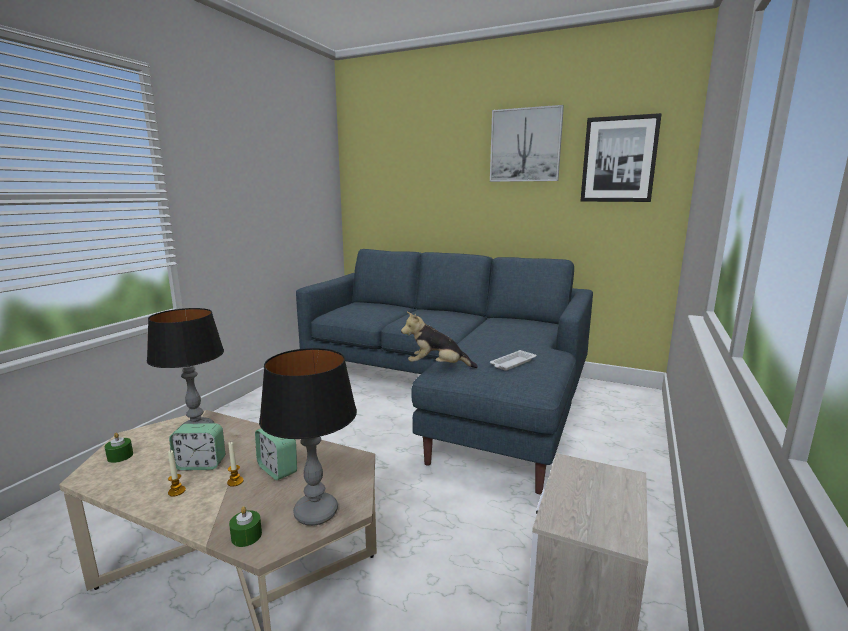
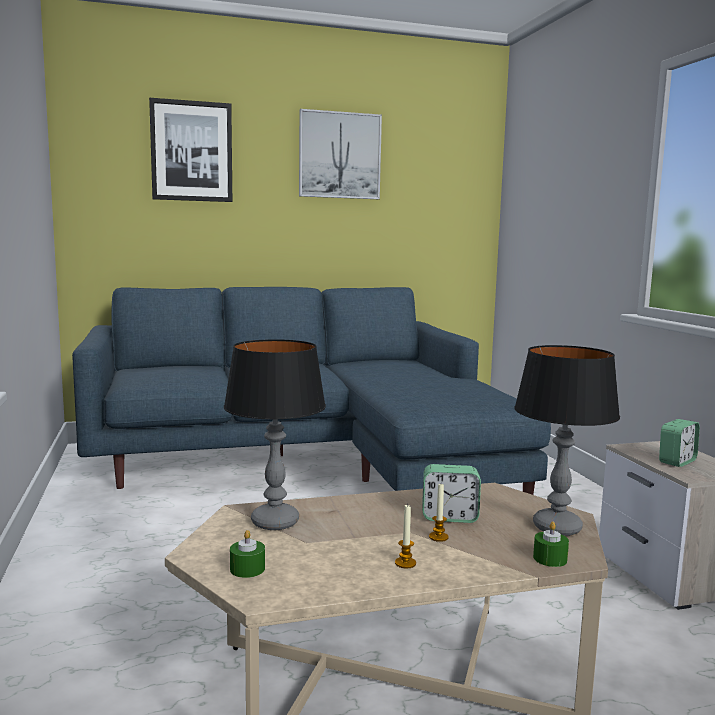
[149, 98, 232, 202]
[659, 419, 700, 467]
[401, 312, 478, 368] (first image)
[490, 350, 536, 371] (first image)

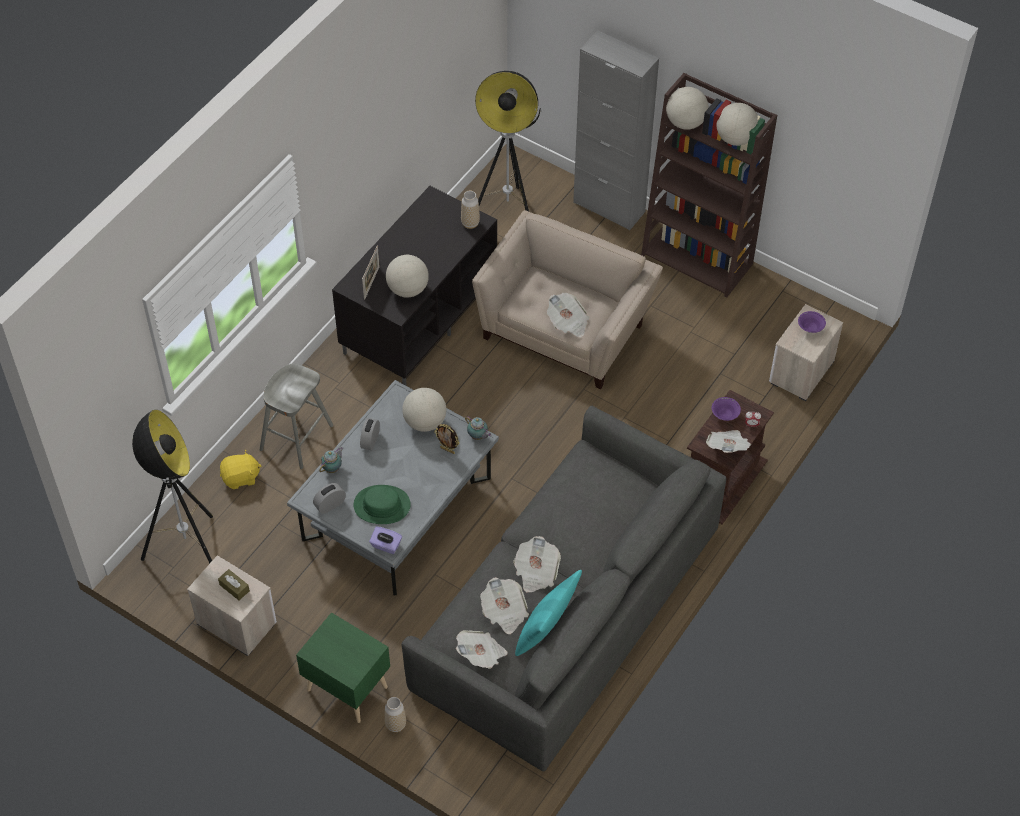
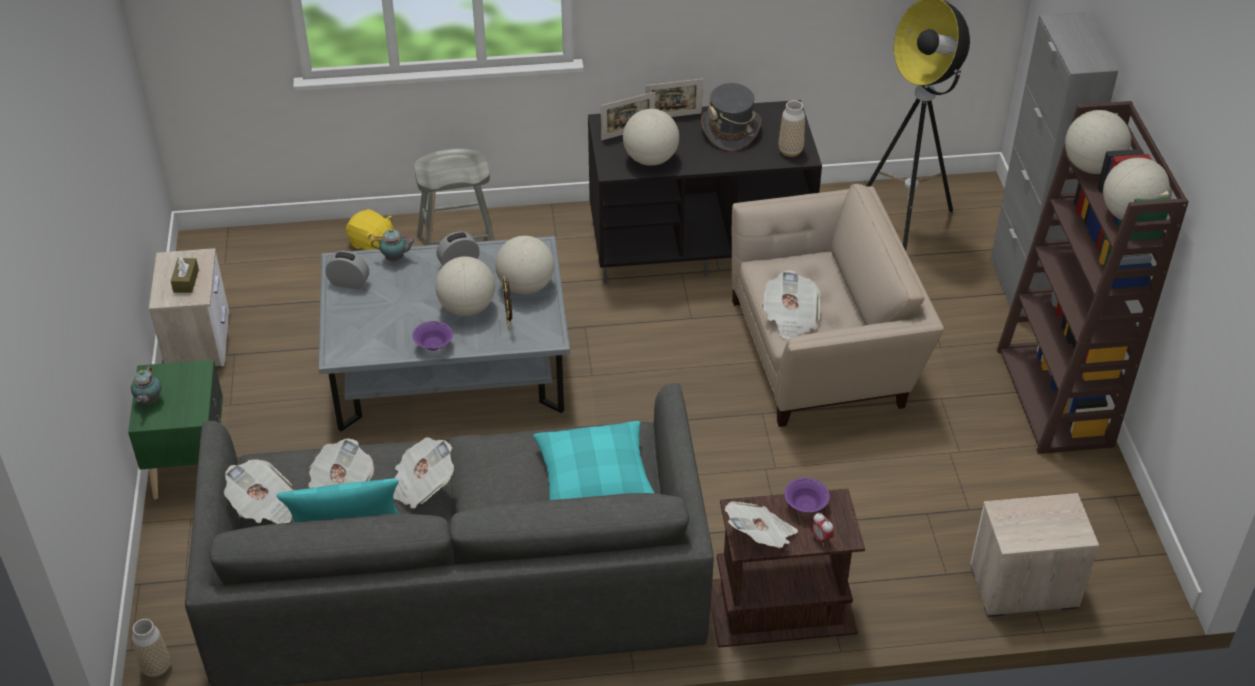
[131, 365, 162, 404]
[132, 619, 170, 677]
[413, 321, 453, 351]
[435, 256, 495, 316]
[533, 421, 654, 500]
[645, 79, 703, 117]
[701, 83, 762, 151]
[132, 410, 213, 563] (first image)
[354, 485, 411, 524] (first image)
[369, 526, 402, 554] (first image)

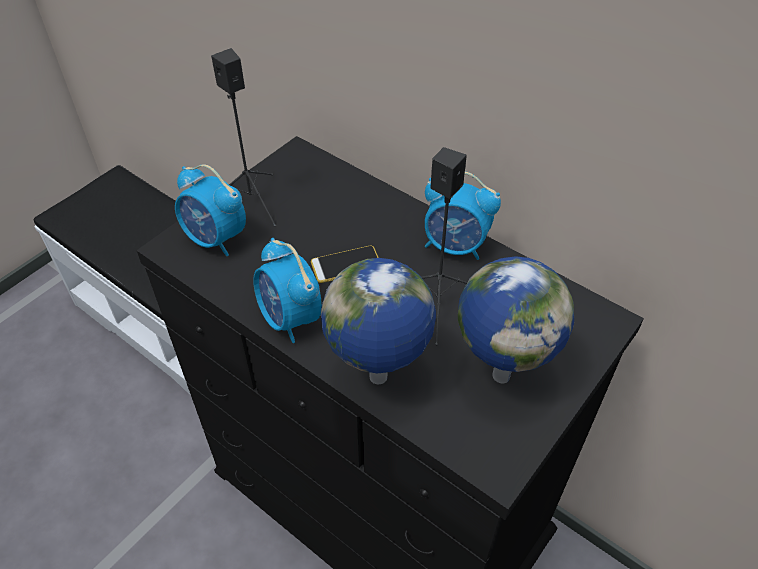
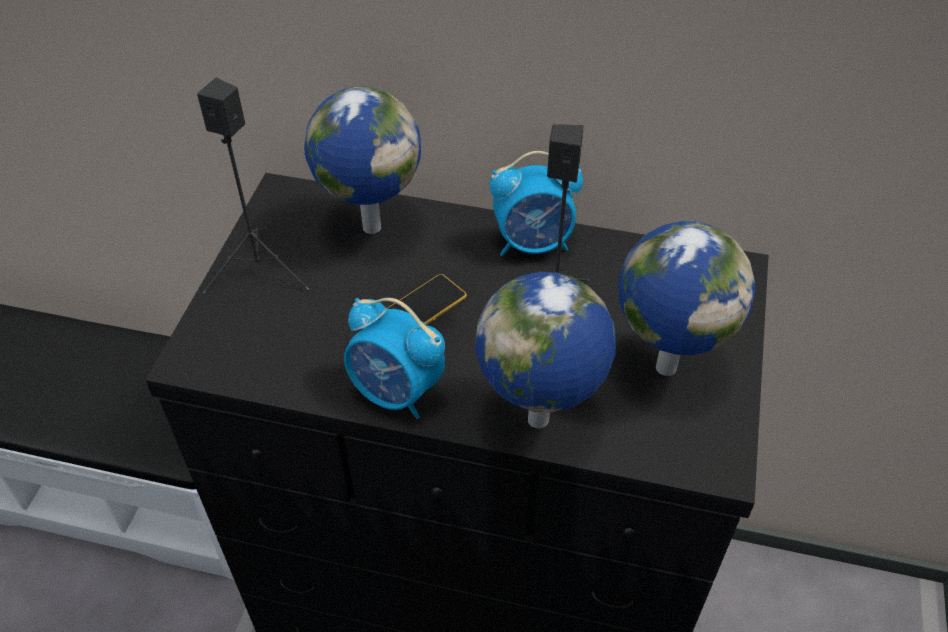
[304, 87, 421, 234]
[175, 164, 246, 256] (first image)

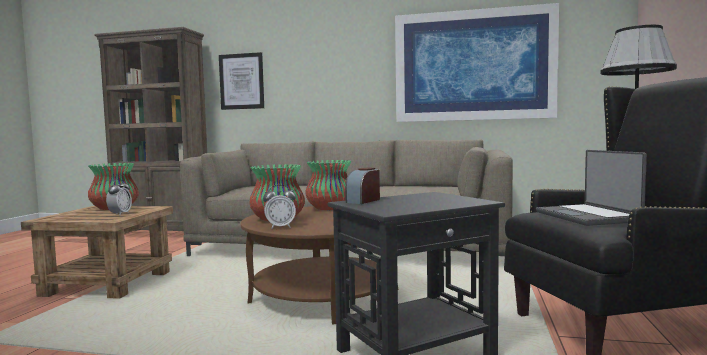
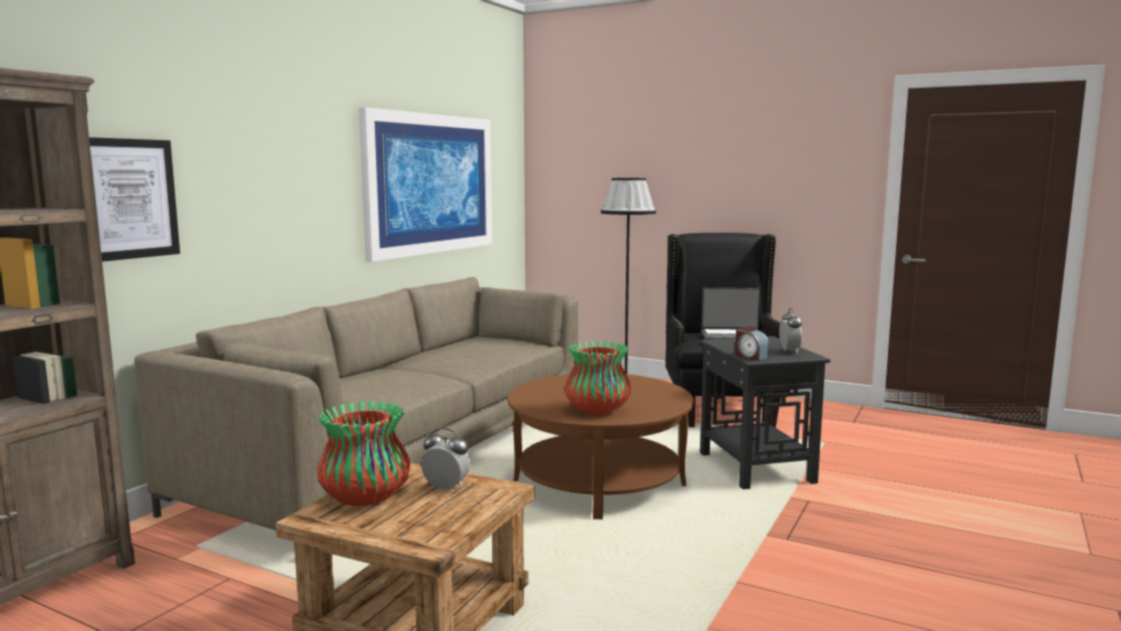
[779, 309, 802, 353]
[305, 160, 351, 210] (first image)

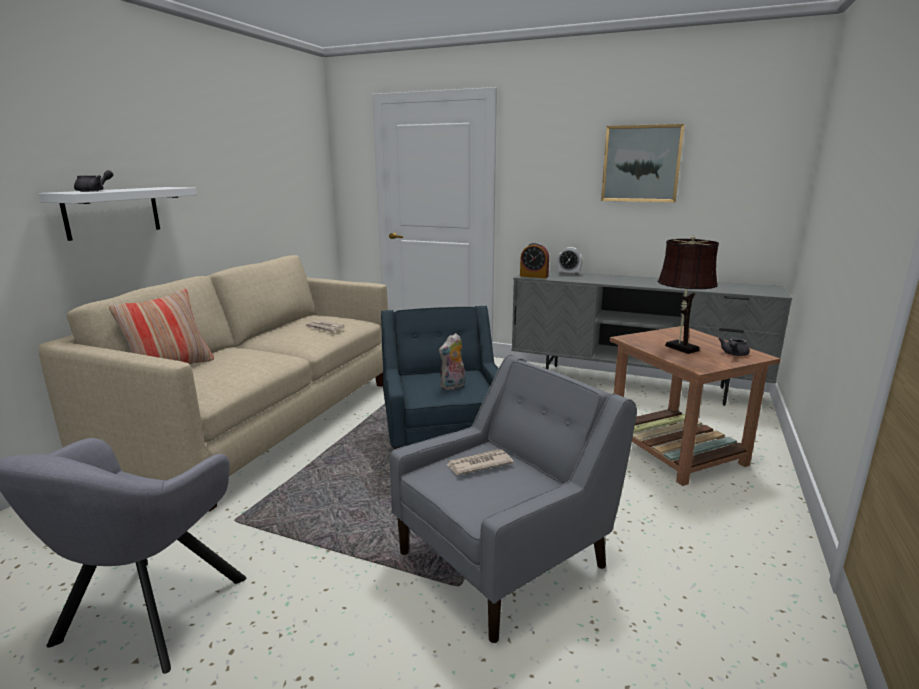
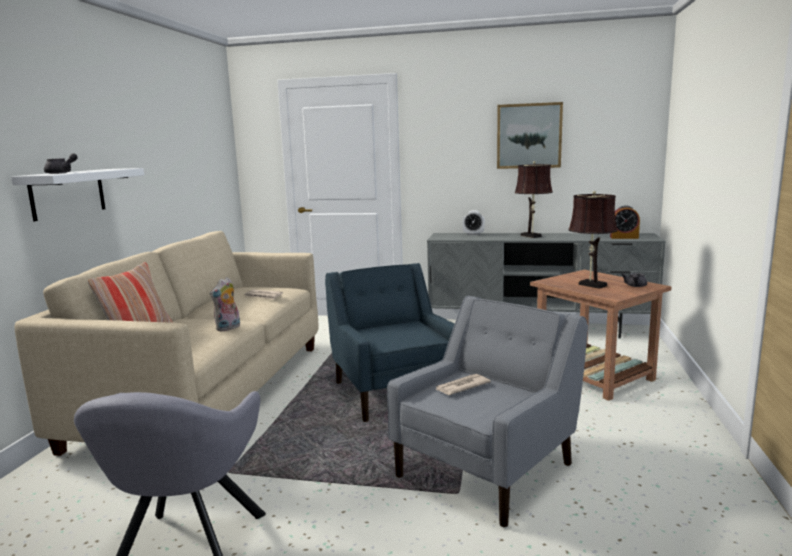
[210, 277, 240, 332]
[515, 161, 553, 238]
[610, 205, 640, 239]

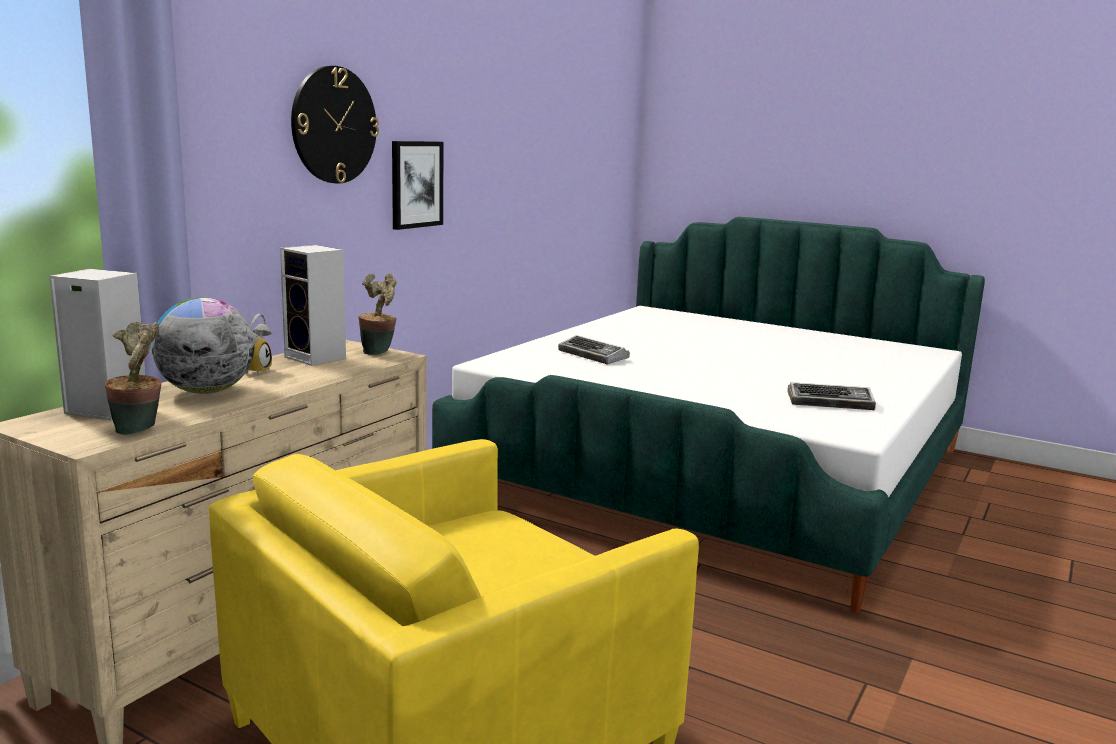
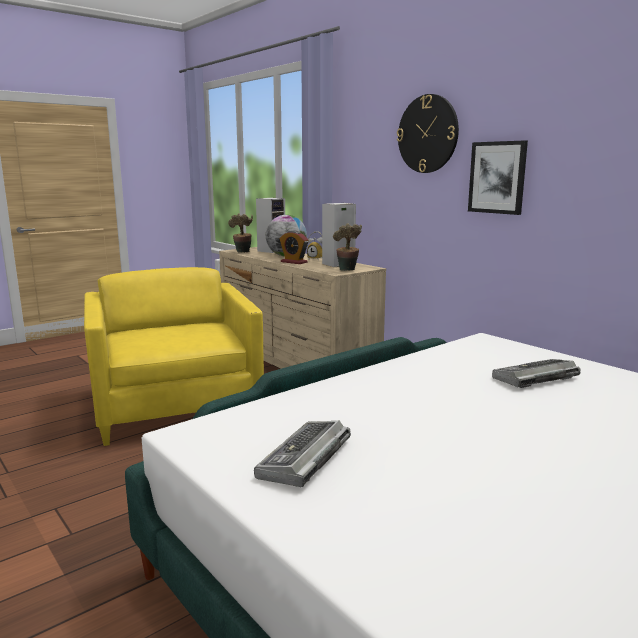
[279, 231, 309, 264]

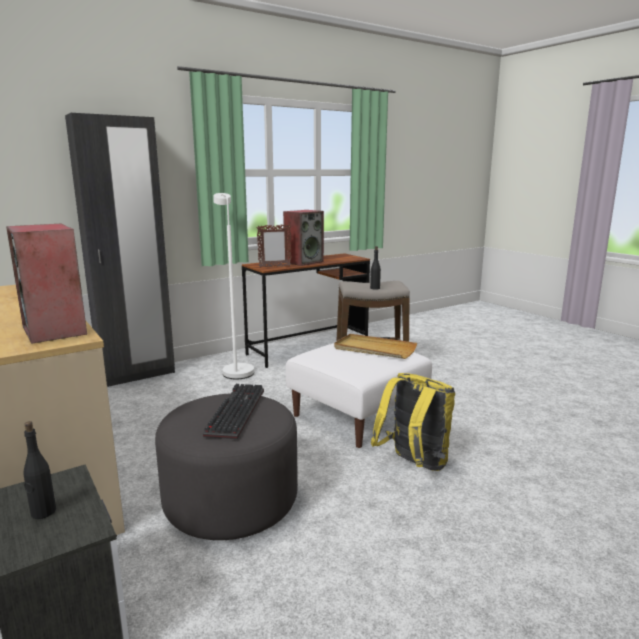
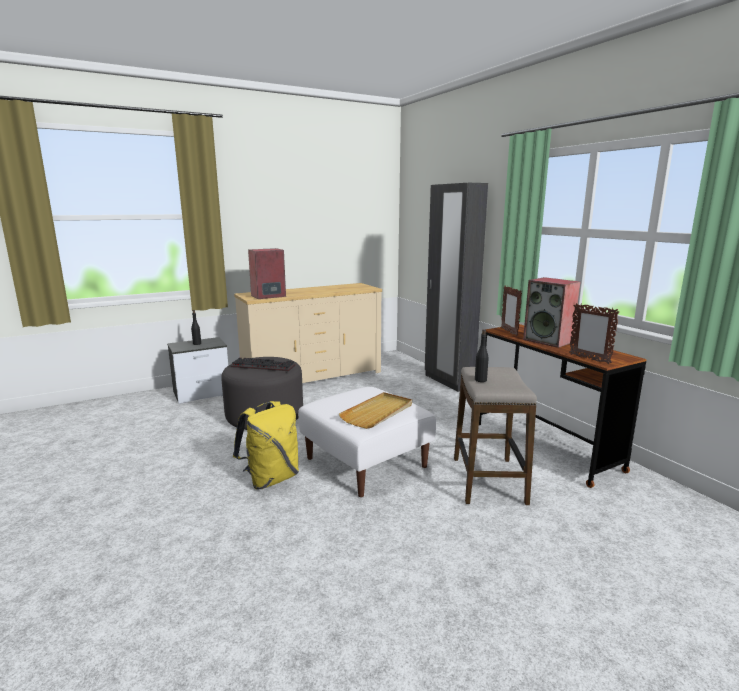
[569, 303, 619, 364]
[213, 193, 254, 379] (first image)

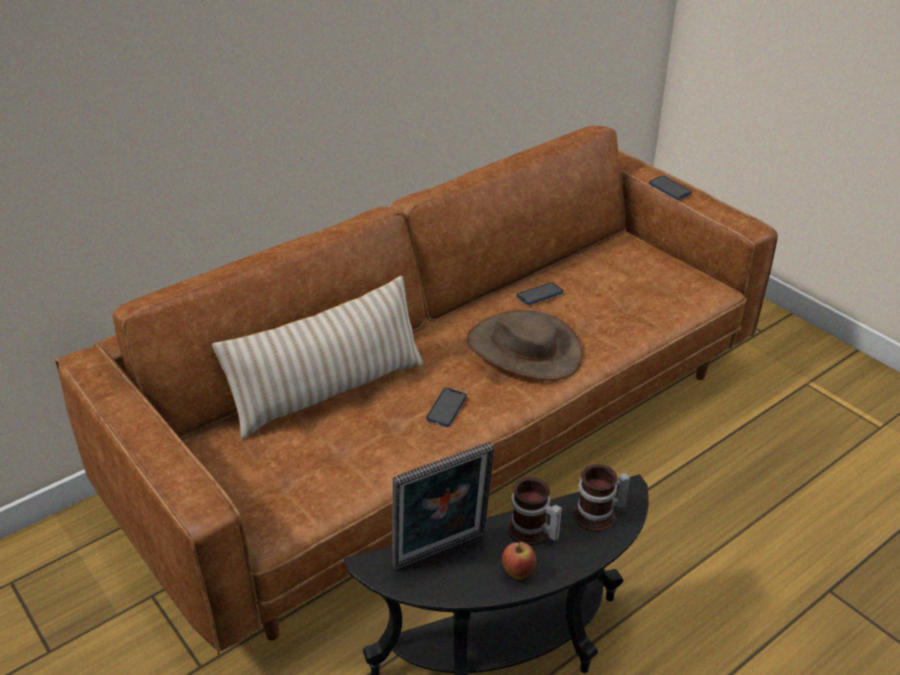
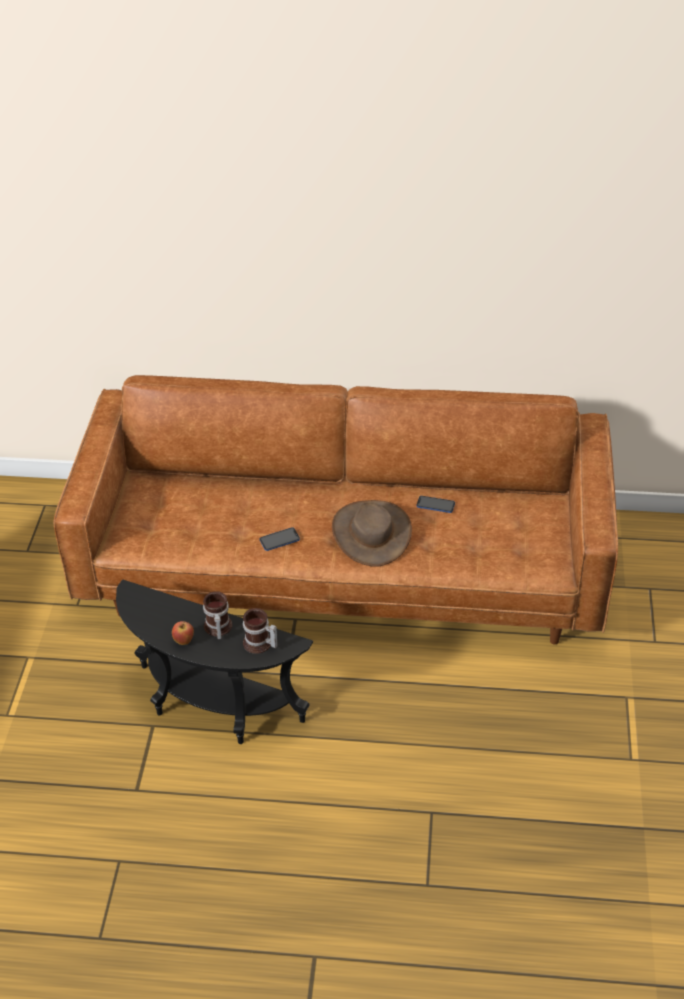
[212, 276, 424, 439] (first image)
[392, 442, 494, 570] (first image)
[649, 176, 692, 200] (first image)

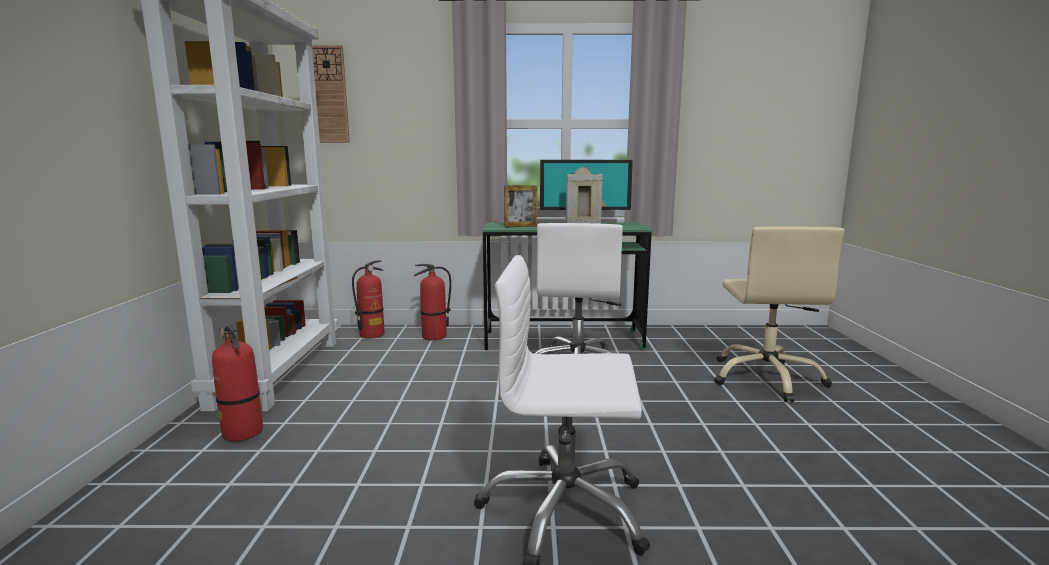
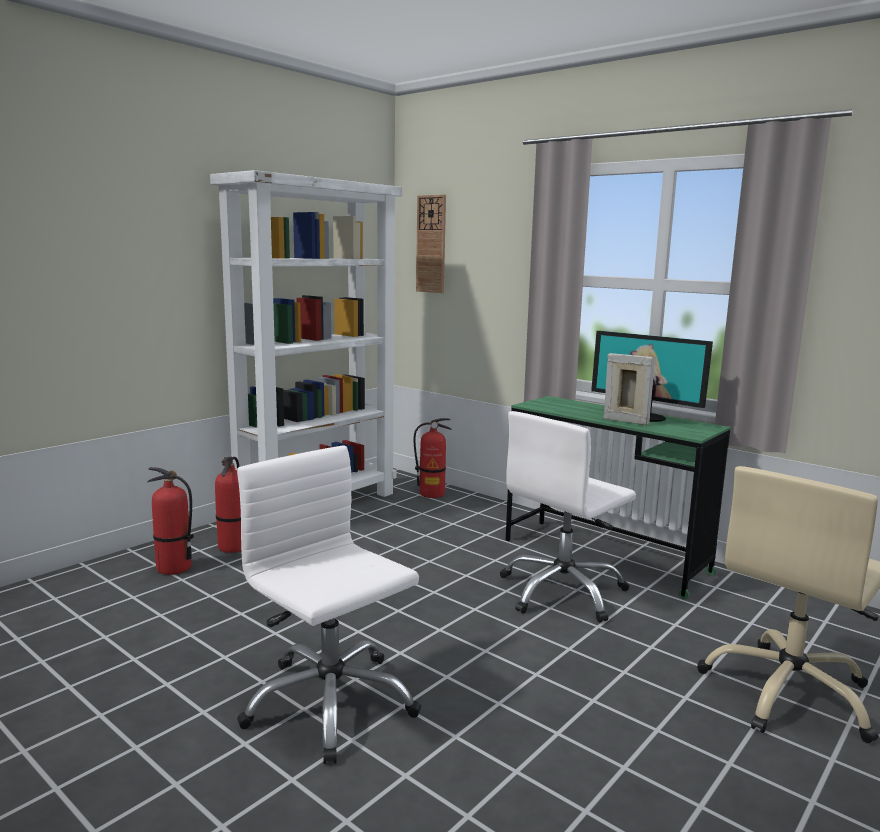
[147, 467, 194, 575]
[504, 185, 537, 227] (first image)

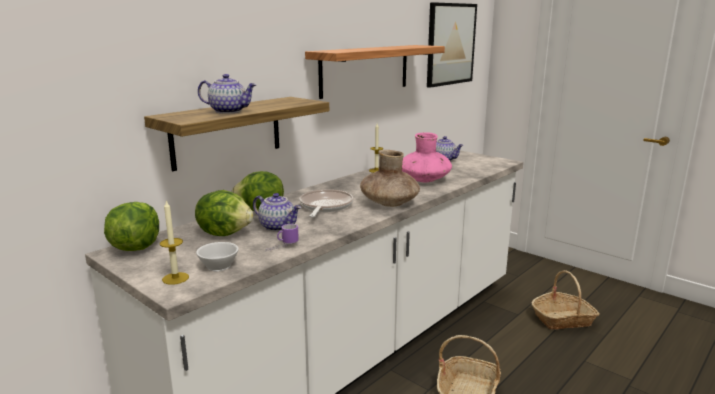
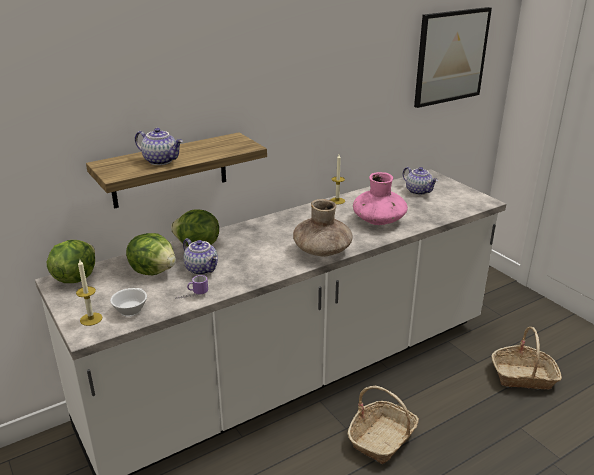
[299, 189, 353, 217] (first image)
[305, 45, 445, 99] (first image)

